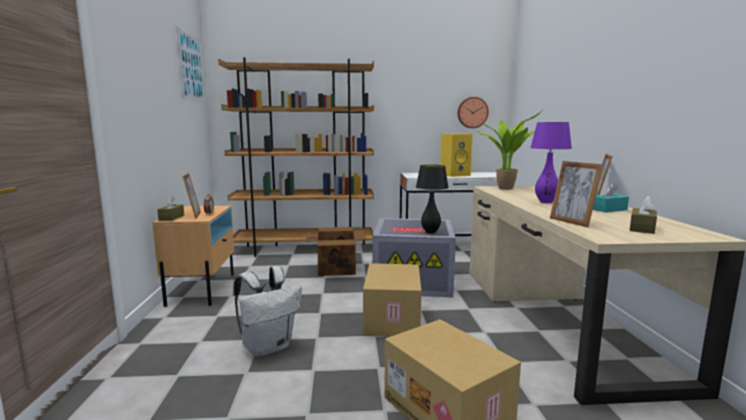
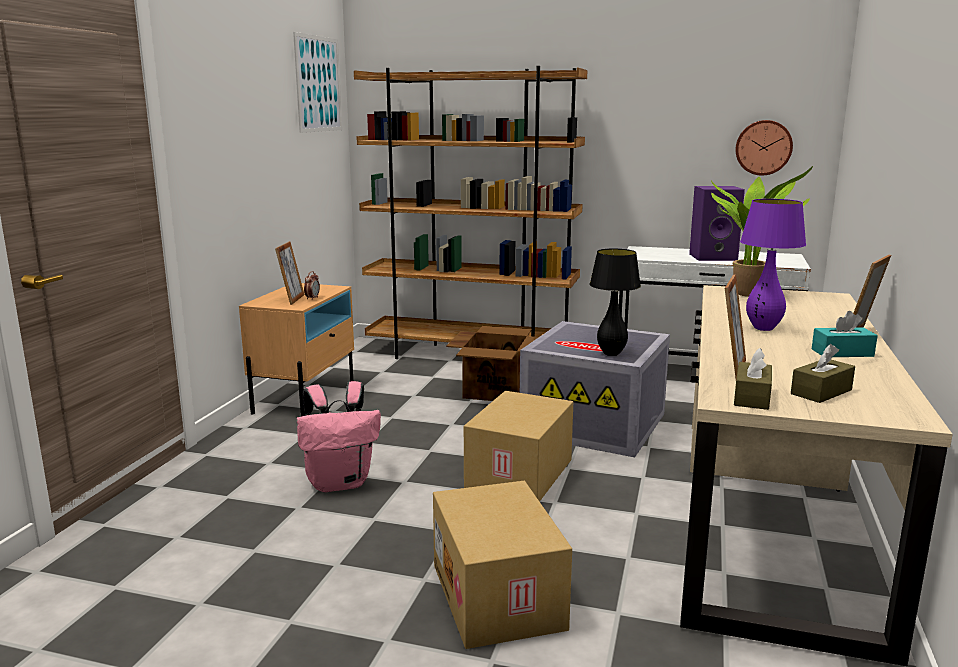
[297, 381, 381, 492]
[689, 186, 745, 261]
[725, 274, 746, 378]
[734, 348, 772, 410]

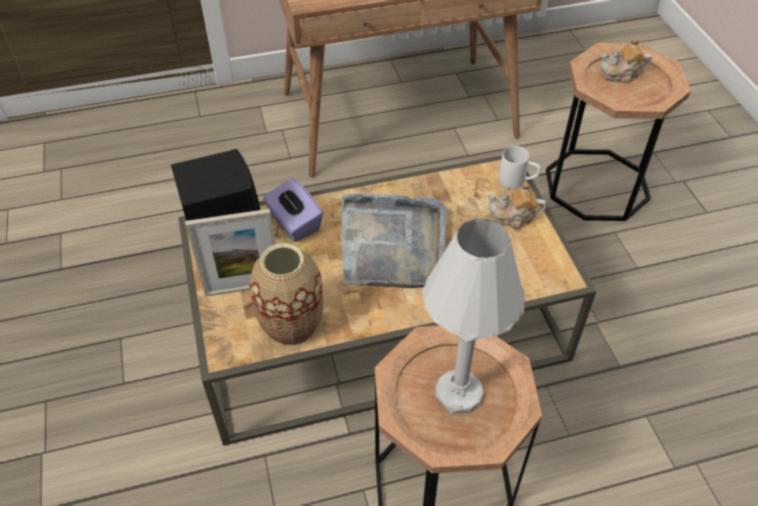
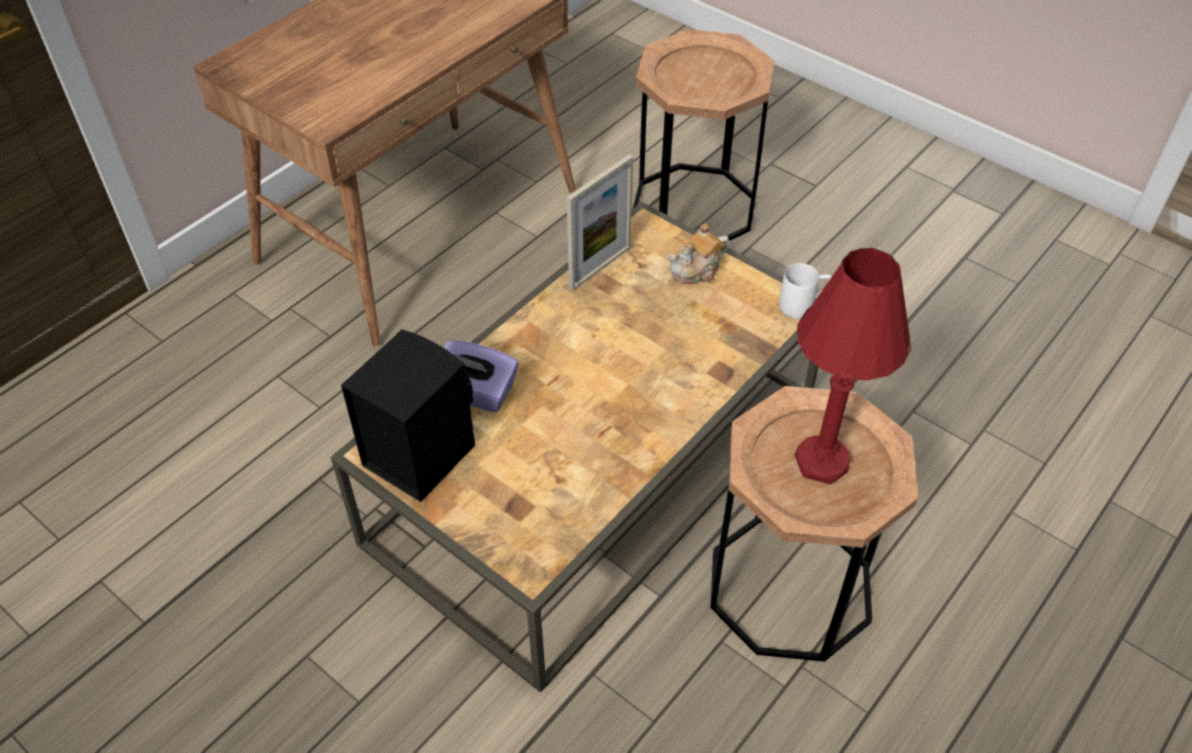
[567, 154, 633, 291]
[779, 263, 832, 319]
[795, 248, 911, 485]
[249, 243, 323, 346] (first image)
[342, 193, 446, 288] (first image)
[600, 37, 652, 83] (first image)

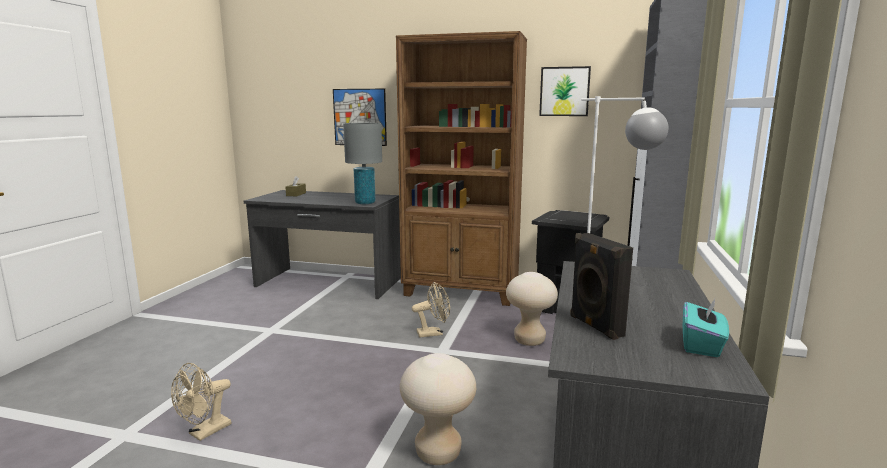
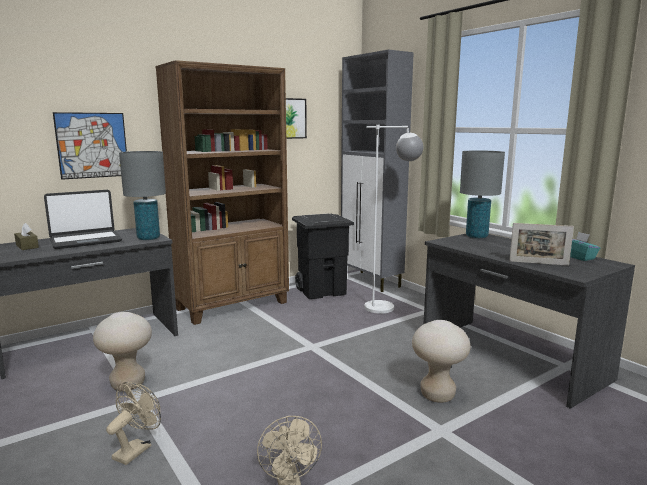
[44, 190, 122, 249]
[93, 312, 152, 391]
[106, 382, 161, 465]
[460, 150, 505, 238]
[509, 223, 574, 266]

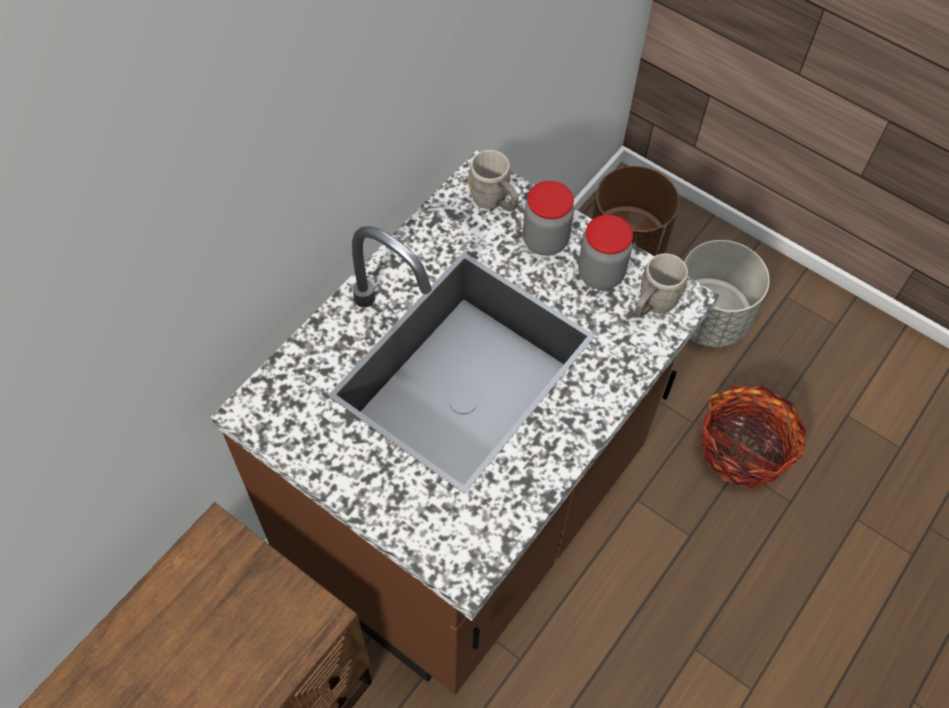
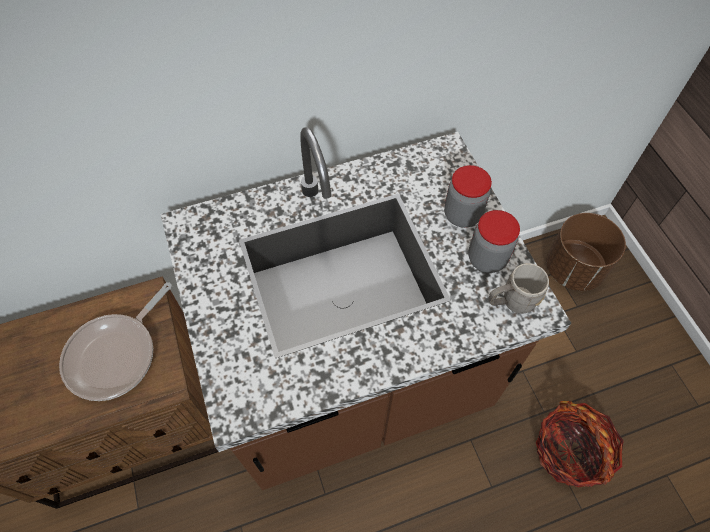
[59, 282, 172, 401]
[468, 150, 518, 212] (first image)
[684, 240, 770, 347] (first image)

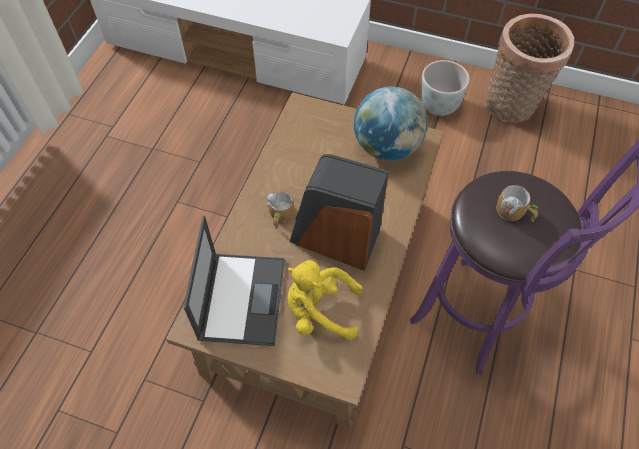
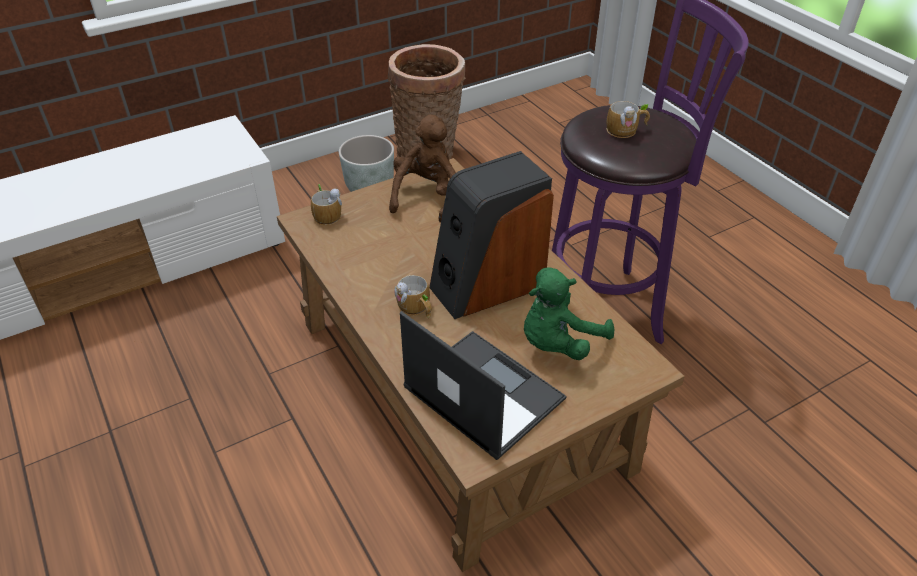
[311, 184, 342, 225]
[389, 115, 456, 223]
[524, 267, 614, 360]

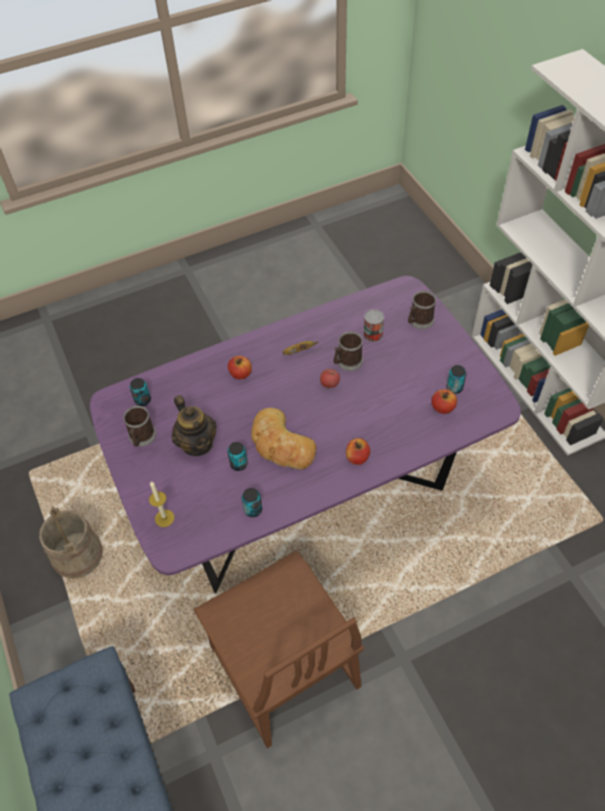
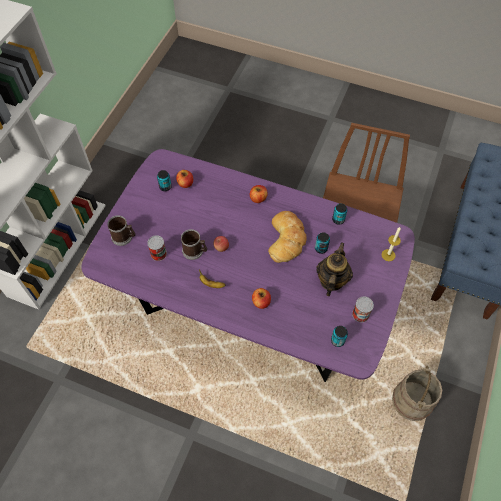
[352, 296, 374, 323]

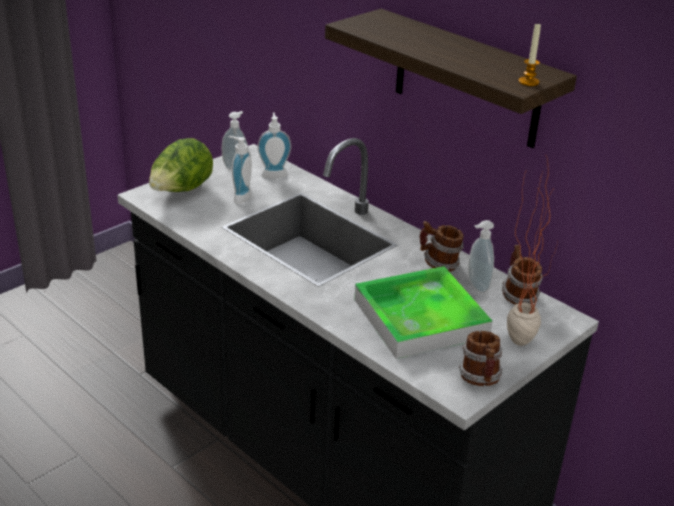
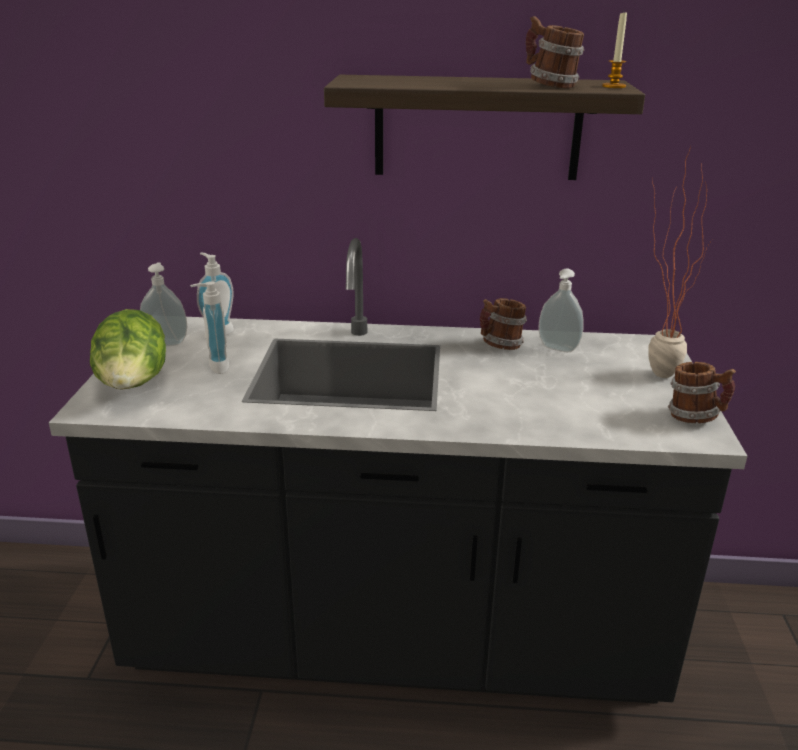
[526, 16, 584, 88]
[354, 266, 493, 359] (first image)

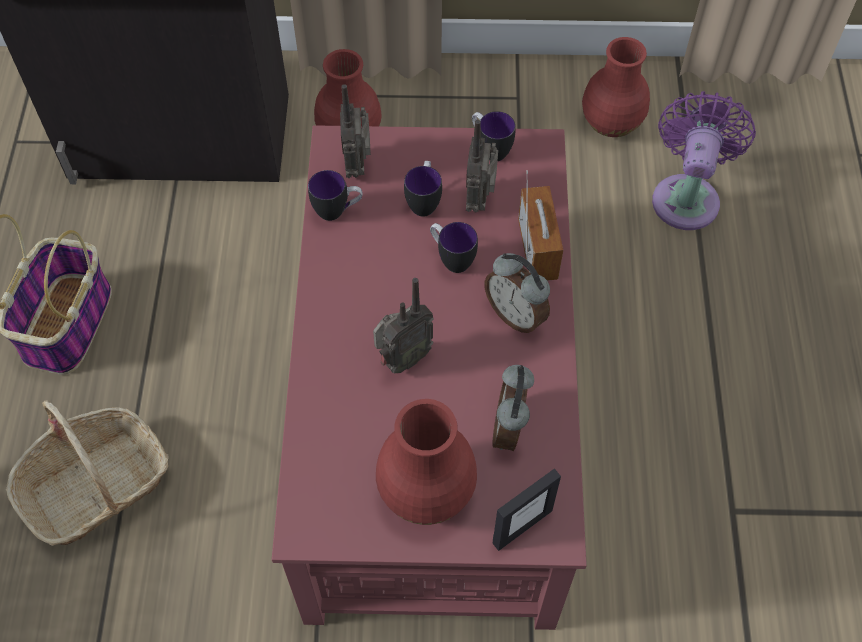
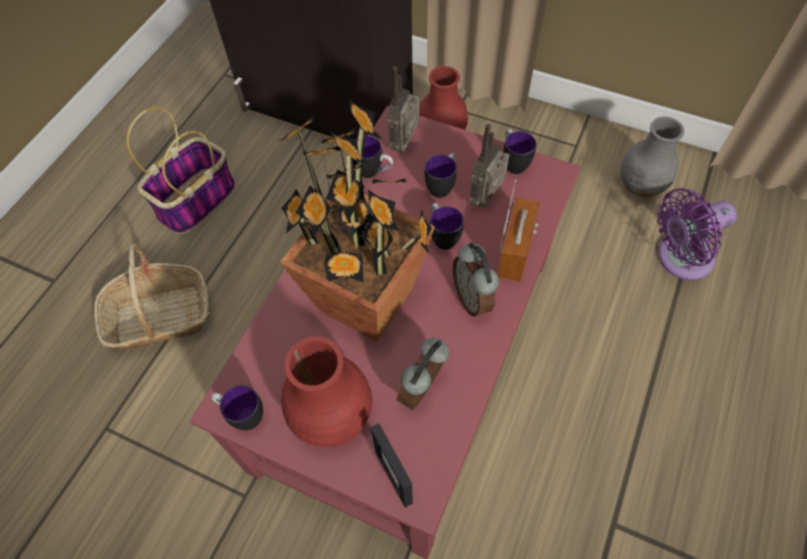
[211, 385, 263, 430]
[277, 98, 435, 342]
[371, 423, 413, 508]
[620, 117, 684, 197]
[657, 188, 737, 280]

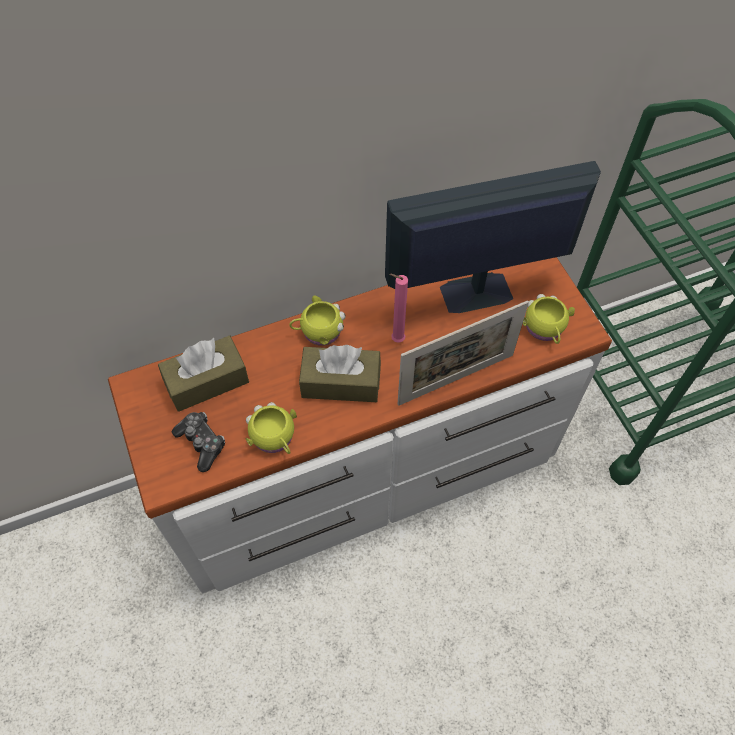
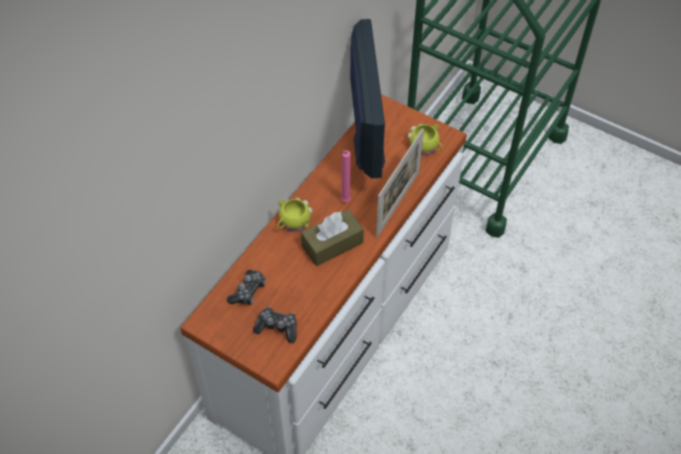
[227, 270, 266, 305]
[350, 19, 385, 178]
[245, 402, 297, 454] (first image)

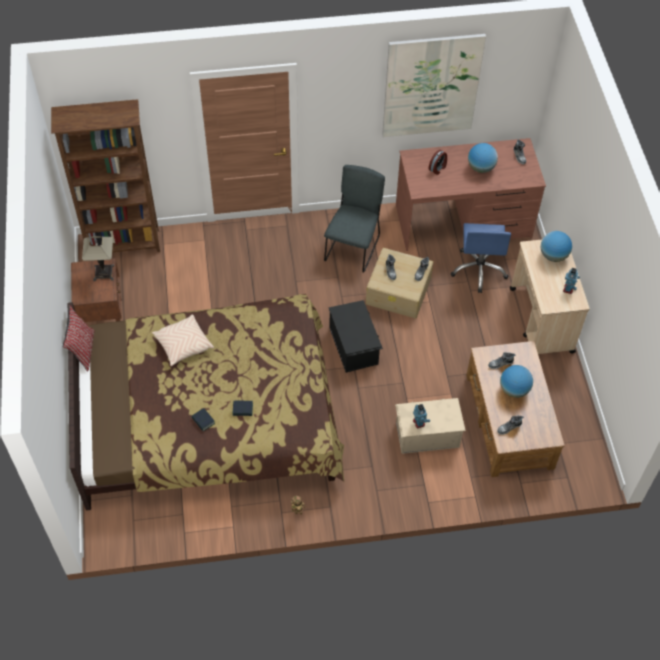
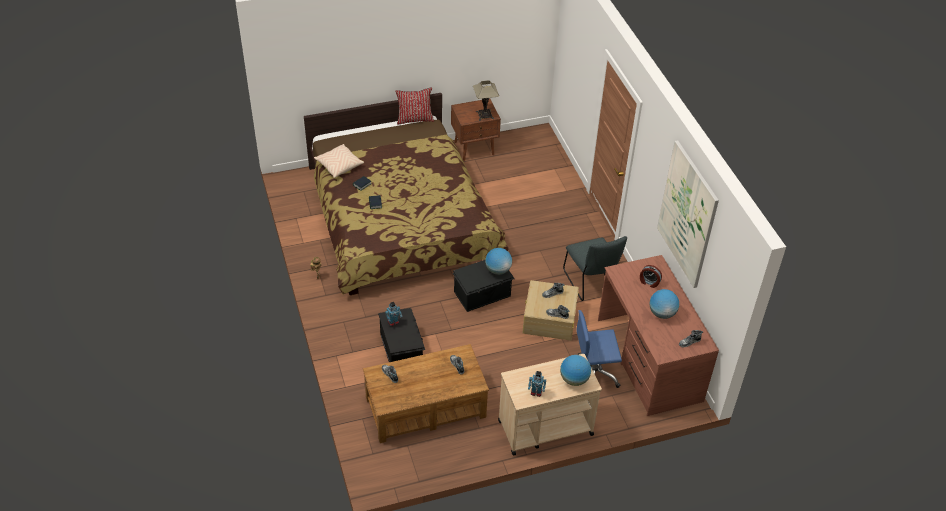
[314, 144, 364, 178]
[378, 308, 425, 362]
[485, 248, 512, 275]
[563, 236, 627, 301]
[51, 99, 160, 253] (first image)

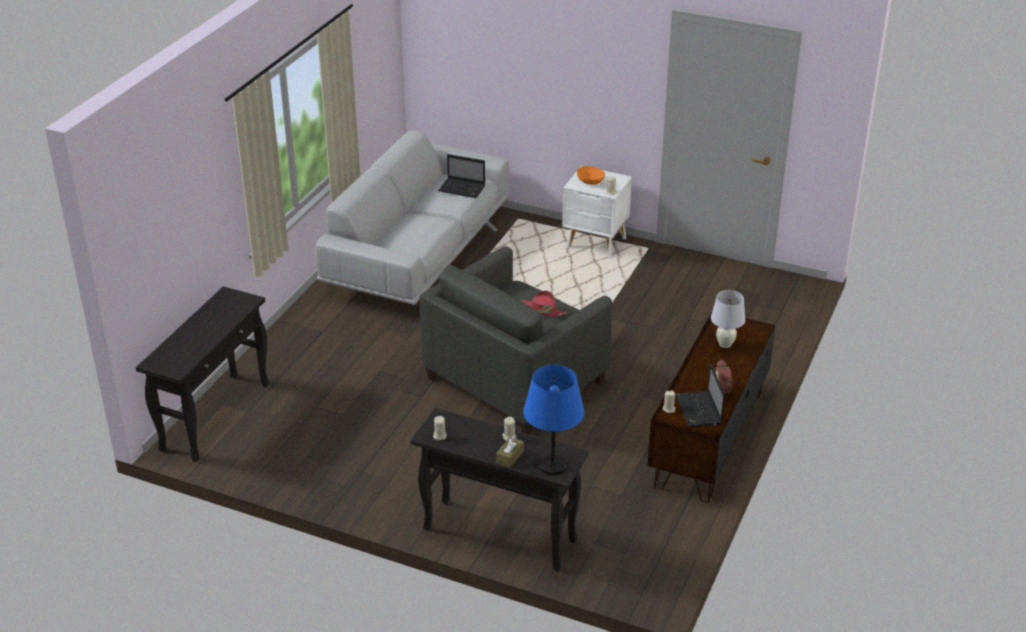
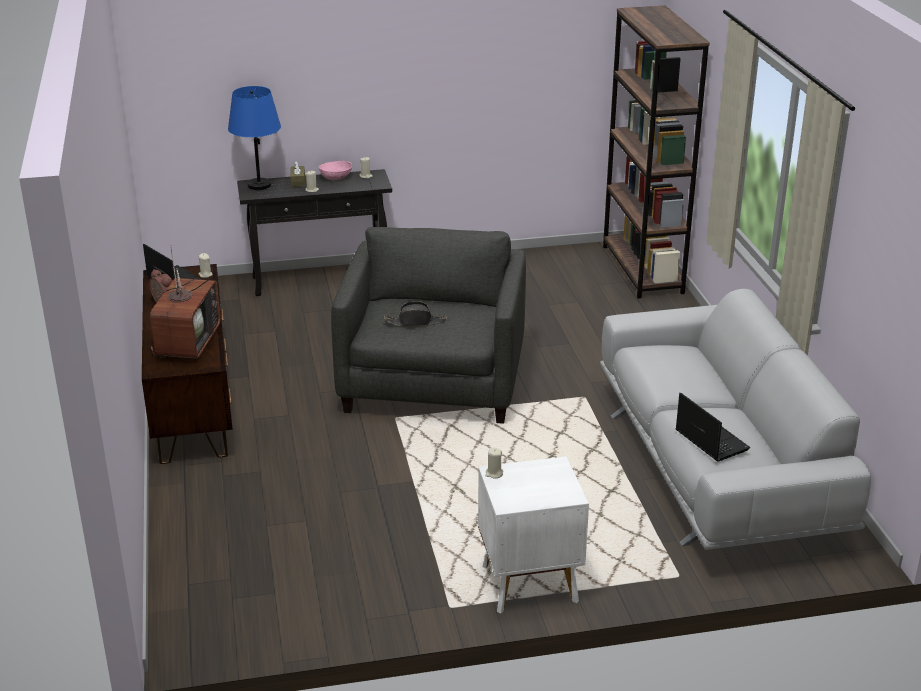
[150, 245, 221, 359]
[319, 161, 352, 180]
[384, 301, 447, 326]
[603, 5, 710, 299]
[676, 393, 750, 461]
[577, 166, 605, 185] (first image)

